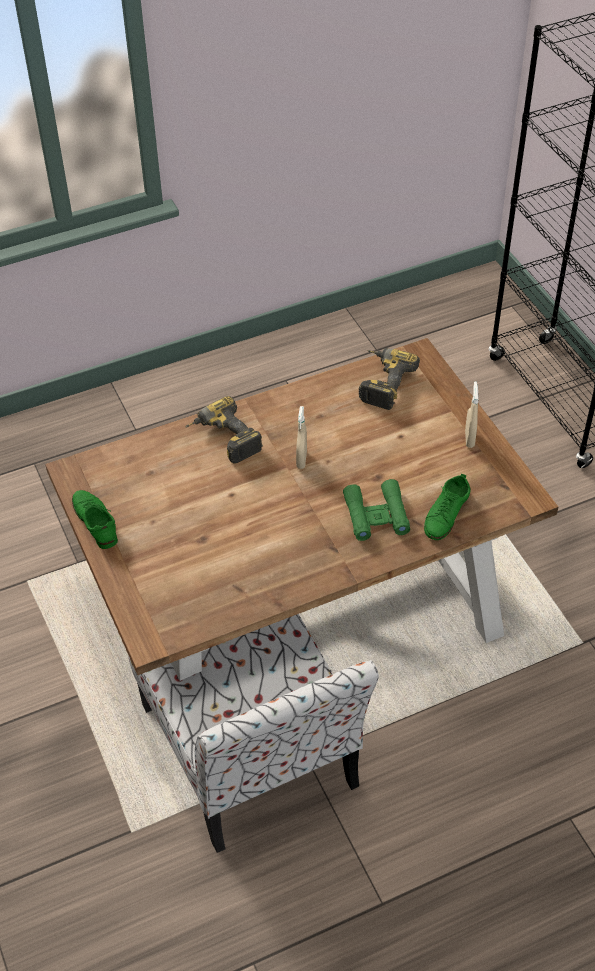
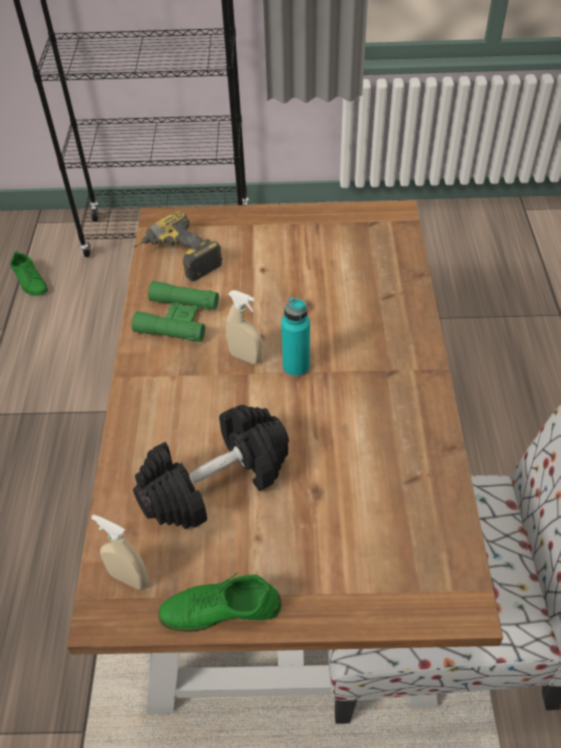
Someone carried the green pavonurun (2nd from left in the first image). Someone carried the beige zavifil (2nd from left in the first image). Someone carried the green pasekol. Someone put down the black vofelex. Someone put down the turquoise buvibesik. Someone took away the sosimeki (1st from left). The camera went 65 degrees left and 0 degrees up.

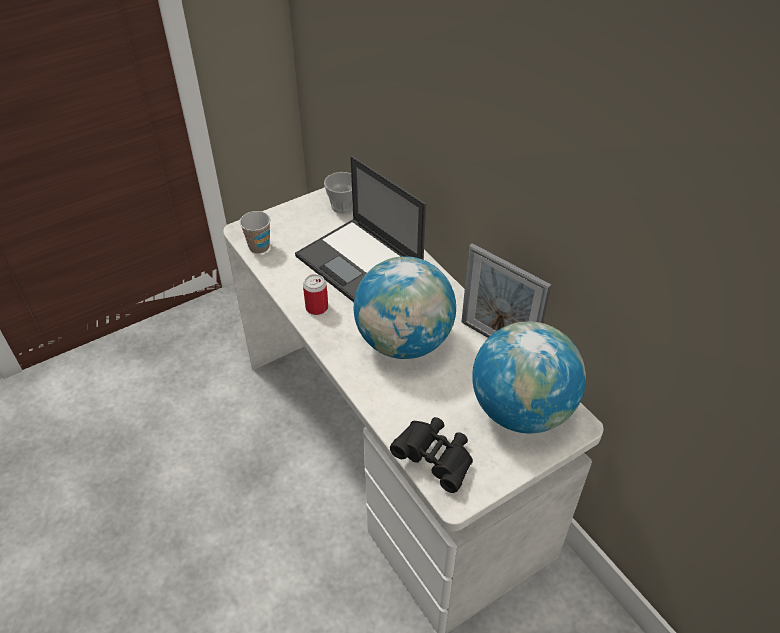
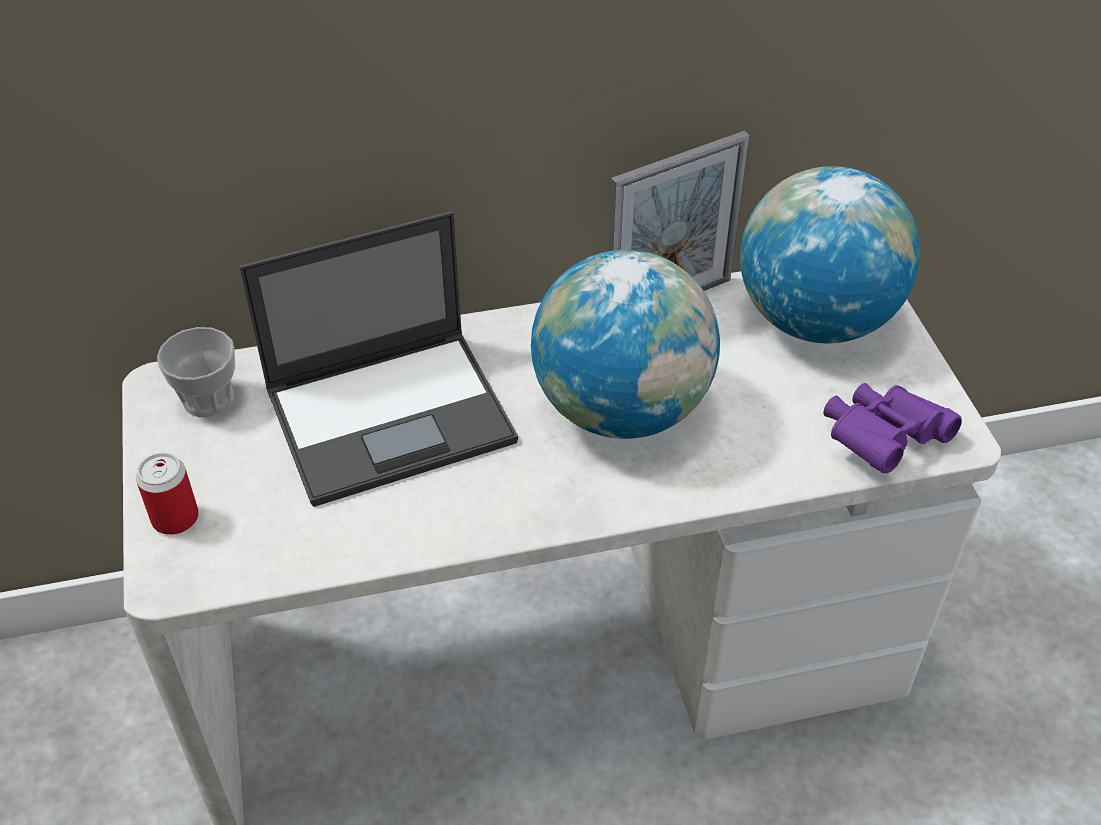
Someone carried the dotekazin. Someone repainted the black pasekol, which became the purple pasekol. Someone took away the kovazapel (1st from left). The camera went 70 degrees left and 0 degrees up.

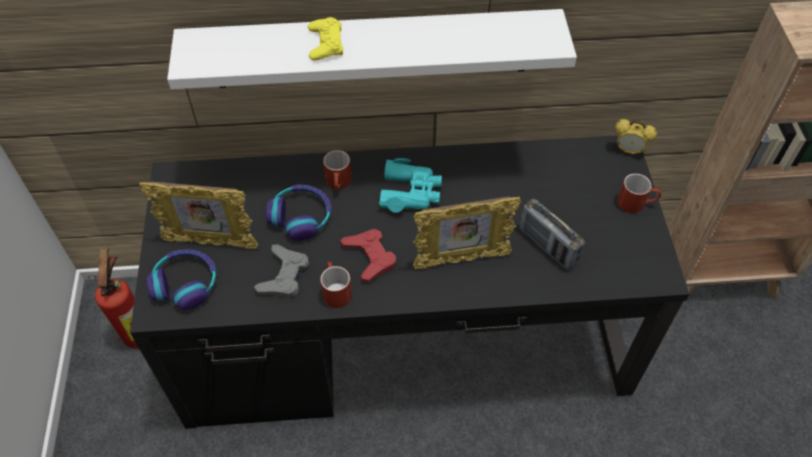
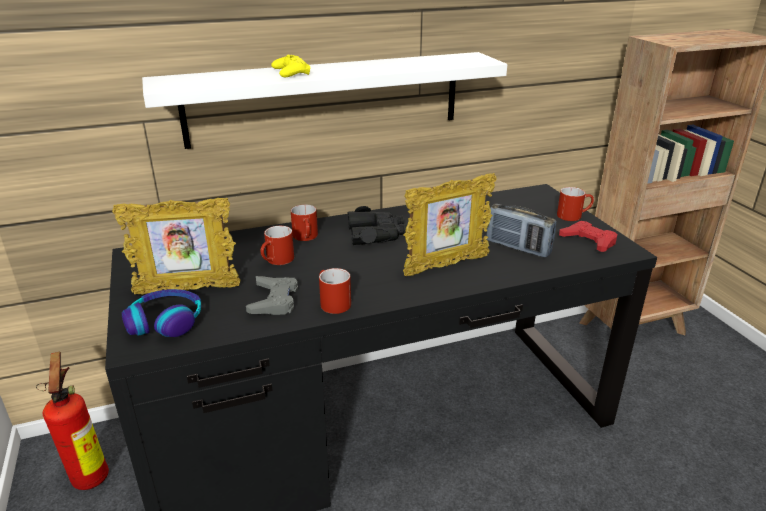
Someone swapped the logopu (2nd from left) for the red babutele (1st from left). Someone repainted the turquoise pasekol, which became the black pasekol. Someone carried the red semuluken. Someone took away the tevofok. The camera went 15 degrees left and 25 degrees down.

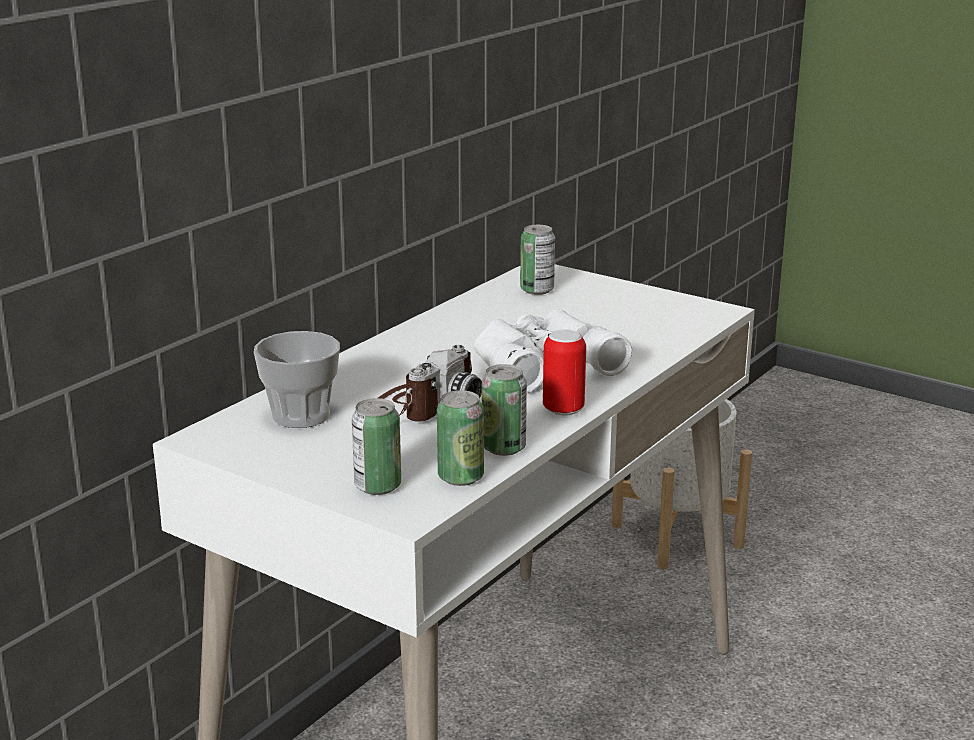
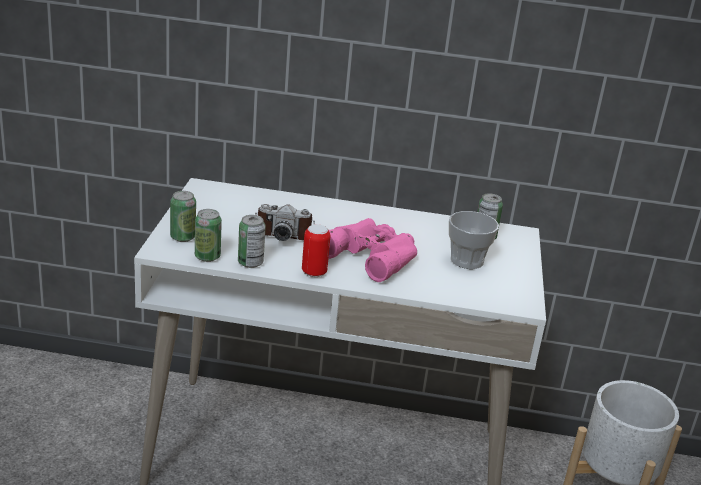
Someone repainted the white pasekol, which became the pink pasekol. Someone carried the kovazapel. The camera went 60 degrees right and 5 degrees up.

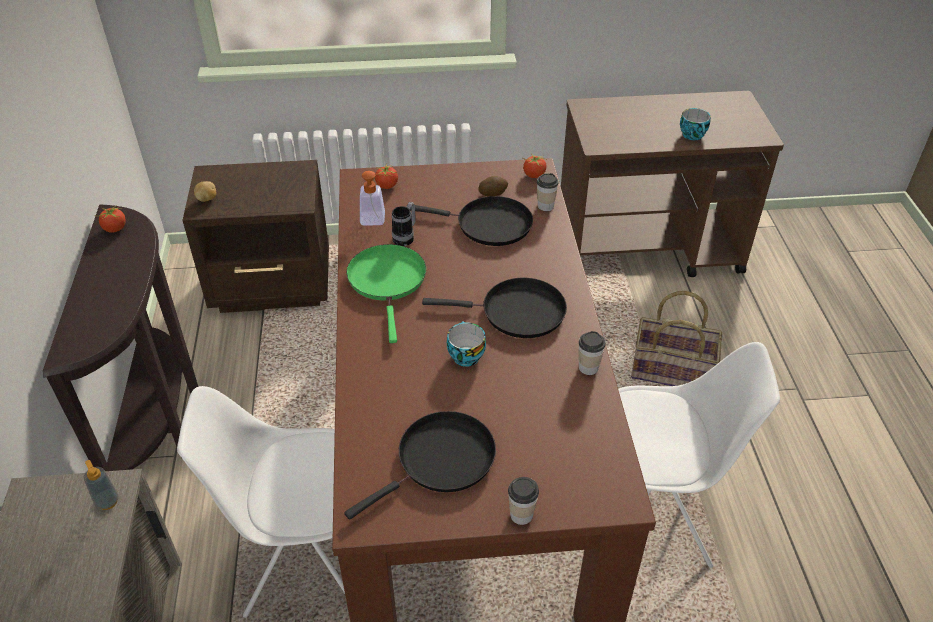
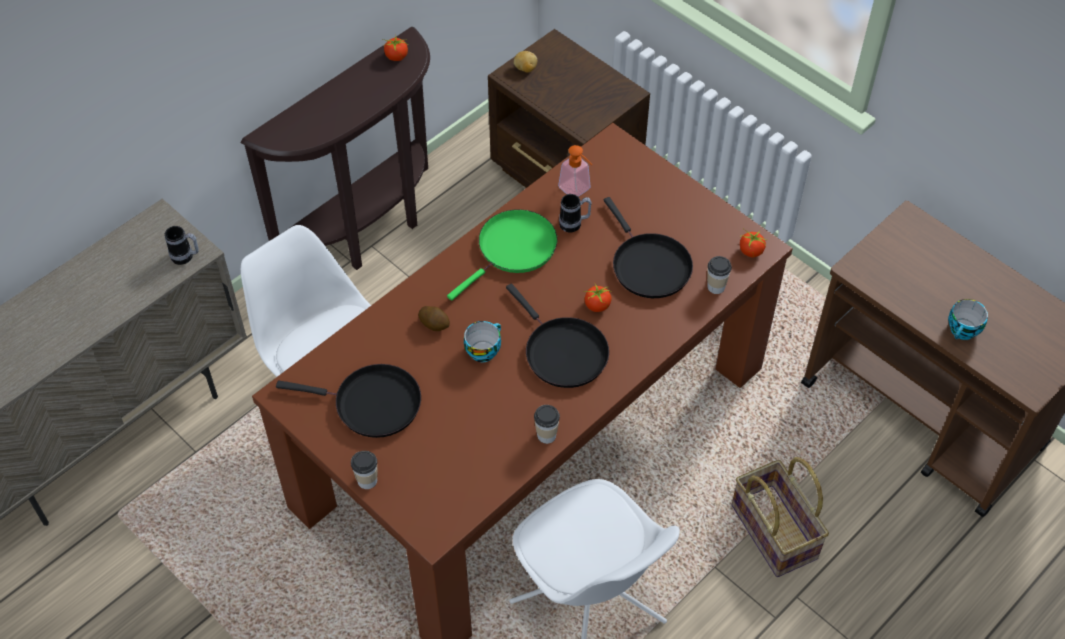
Someone swapped the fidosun (1st from left) for the babutele (1st from left). Someone carried the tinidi (2nd from left in the first image). Someone carried the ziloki (2nd from left). The camera went 50 degrees right and 10 degrees up.

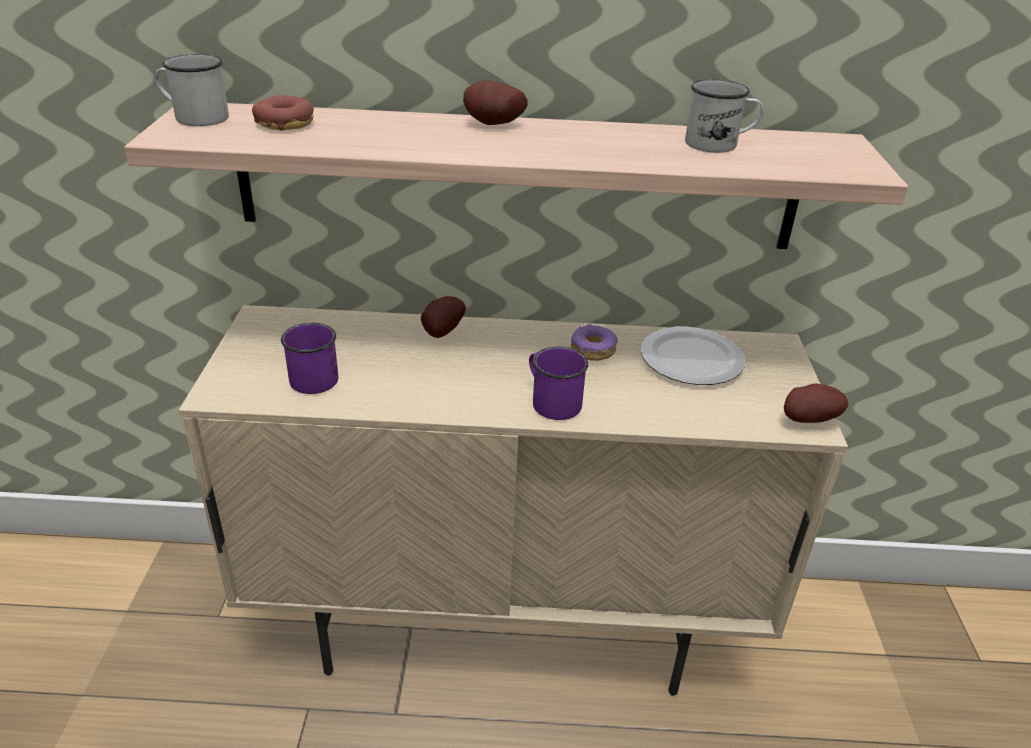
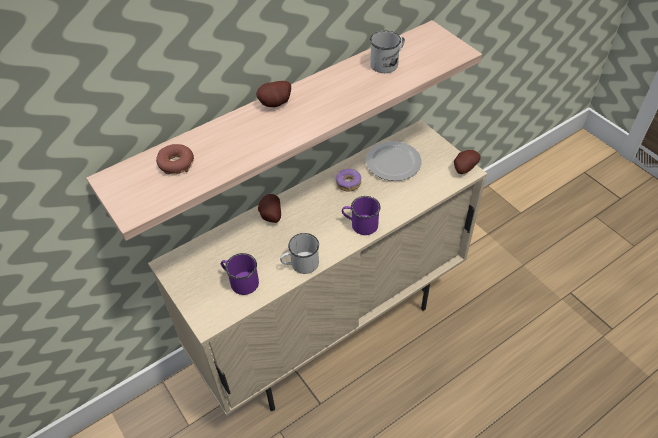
Someone carried the white babutele (1st from left). The camera went 35 degrees left and 15 degrees up.

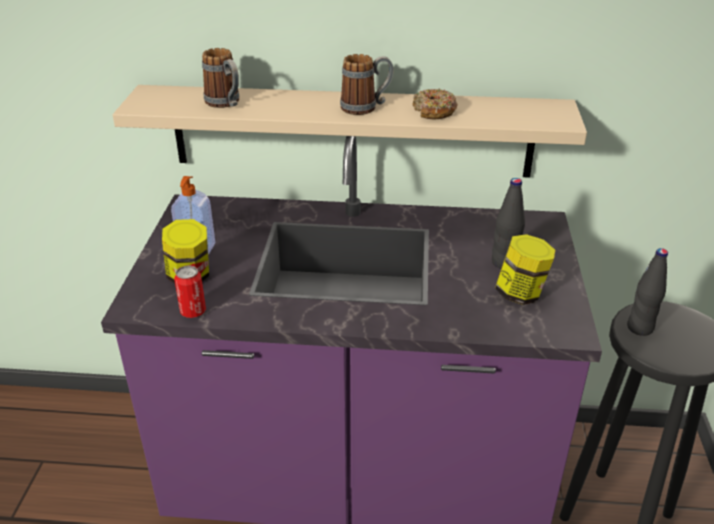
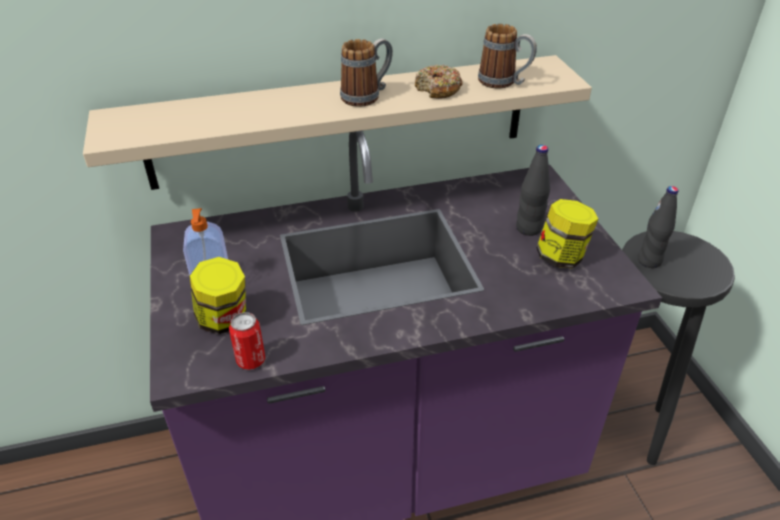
Someone carried the babutele (1st from left in the first image). The camera went 20 degrees left and 5 degrees up.

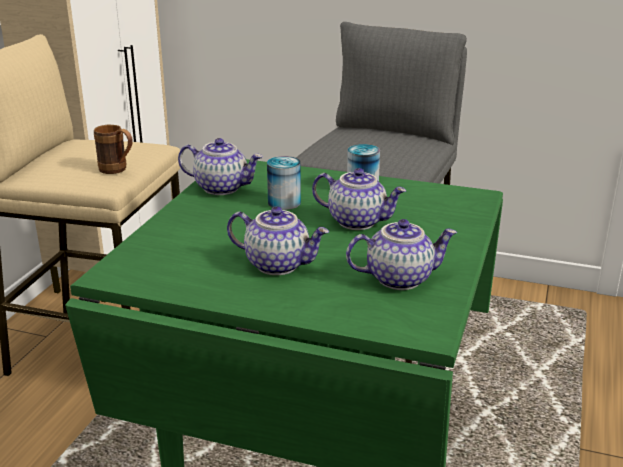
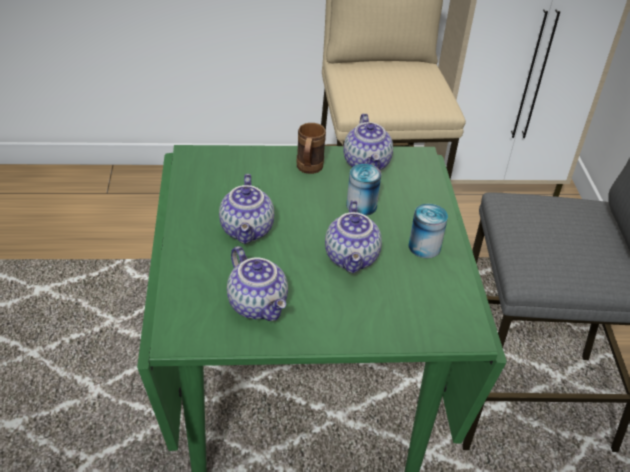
Someone carried the brown babutele. The camera went 65 degrees right and 15 degrees up.

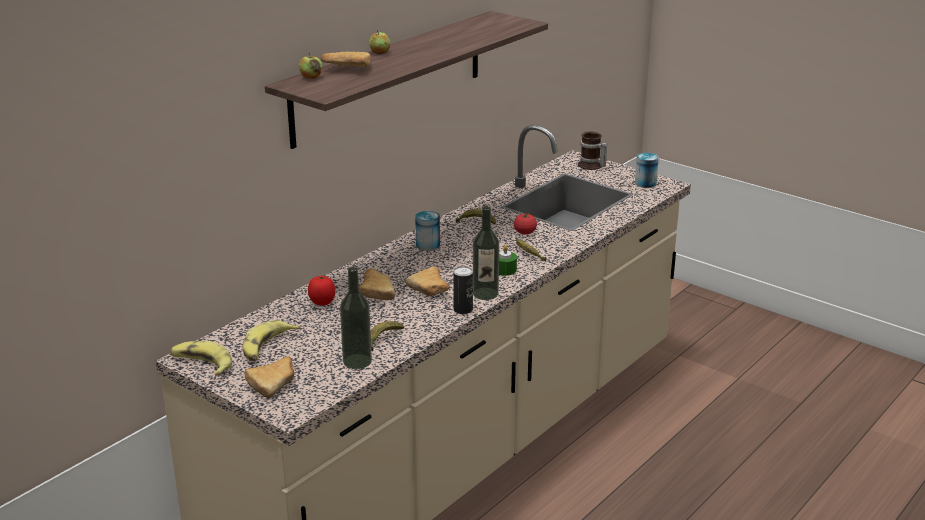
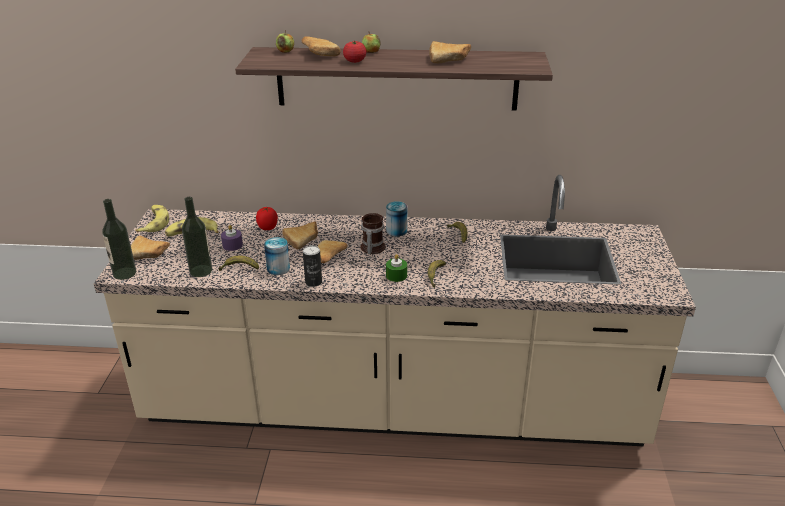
Someone carried the buvibesik (2nd from left in the first image). Someone put down the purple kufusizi. Someone carried the dotekazin (3rd from left in the first image). Someone carried the ziloki (2nd from left). Someone carried the babutele. Someone put down the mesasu (5th from left). The camera went 55 degrees right and 5 degrees up.

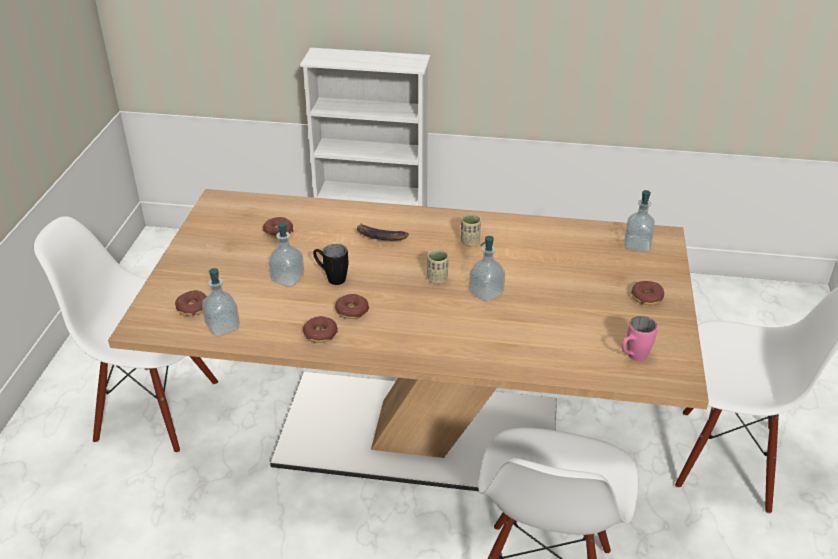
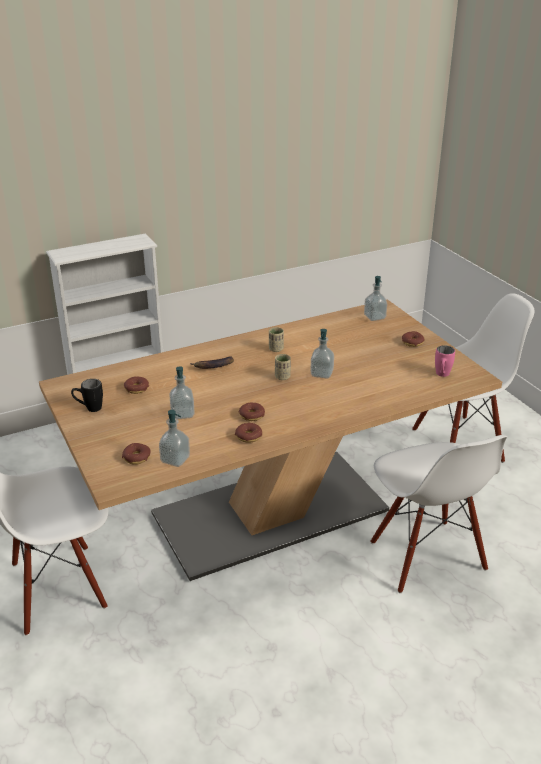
Someone carried the black babutele. The camera went 35 degrees left and 5 degrees down.

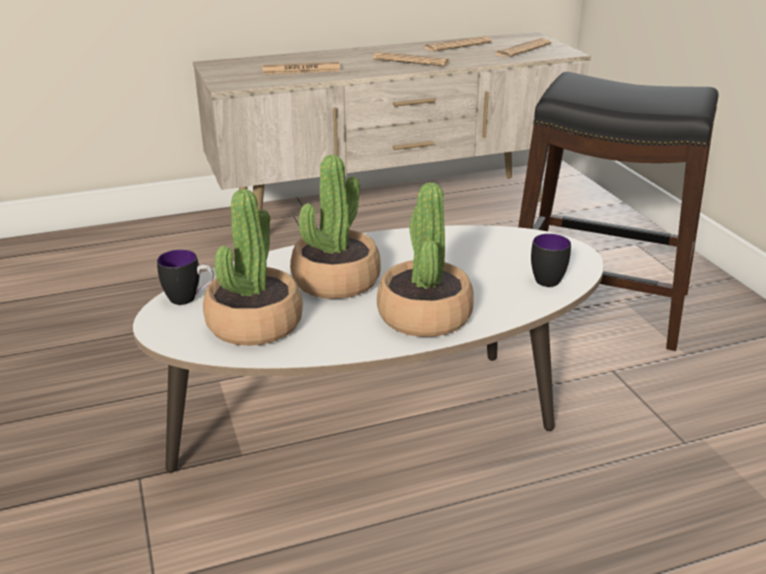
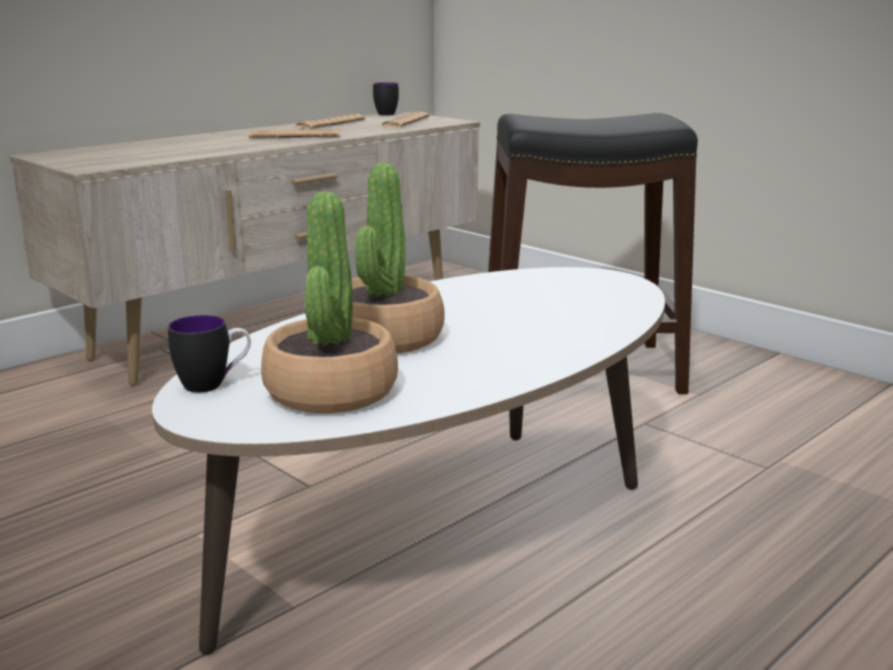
Someone carried the babutele (2nd from left). Someone took away the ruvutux (1st from left). Someone took away the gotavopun (3rd from left). The camera went 25 degrees left and 10 degrees down.

